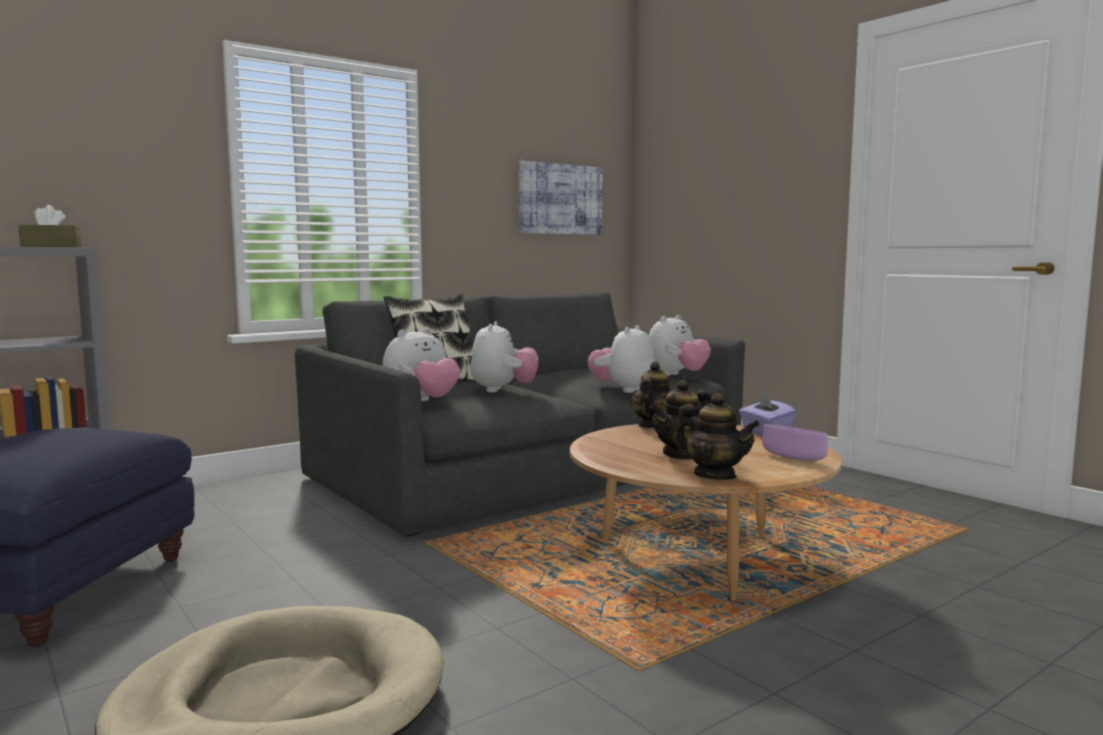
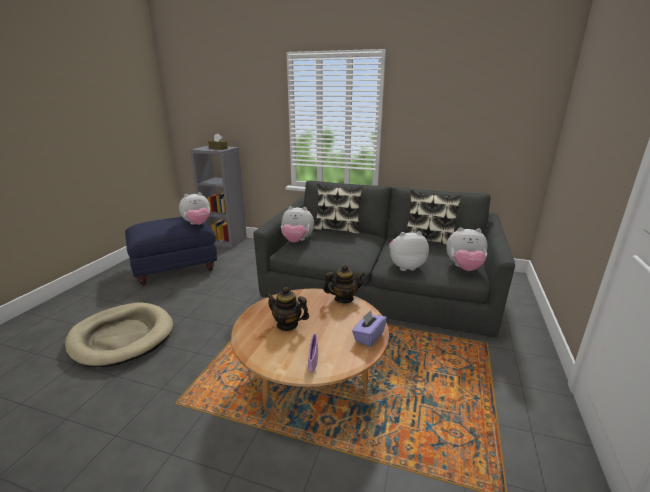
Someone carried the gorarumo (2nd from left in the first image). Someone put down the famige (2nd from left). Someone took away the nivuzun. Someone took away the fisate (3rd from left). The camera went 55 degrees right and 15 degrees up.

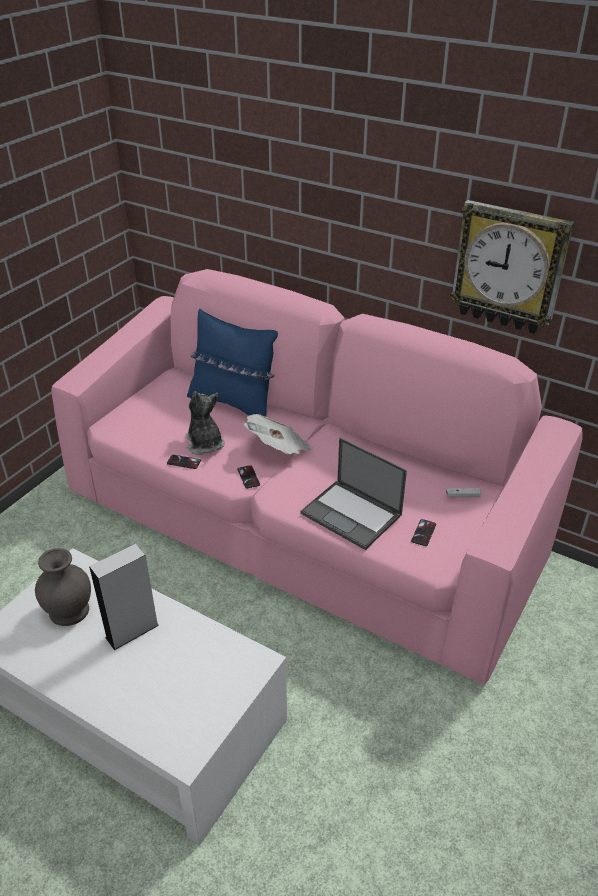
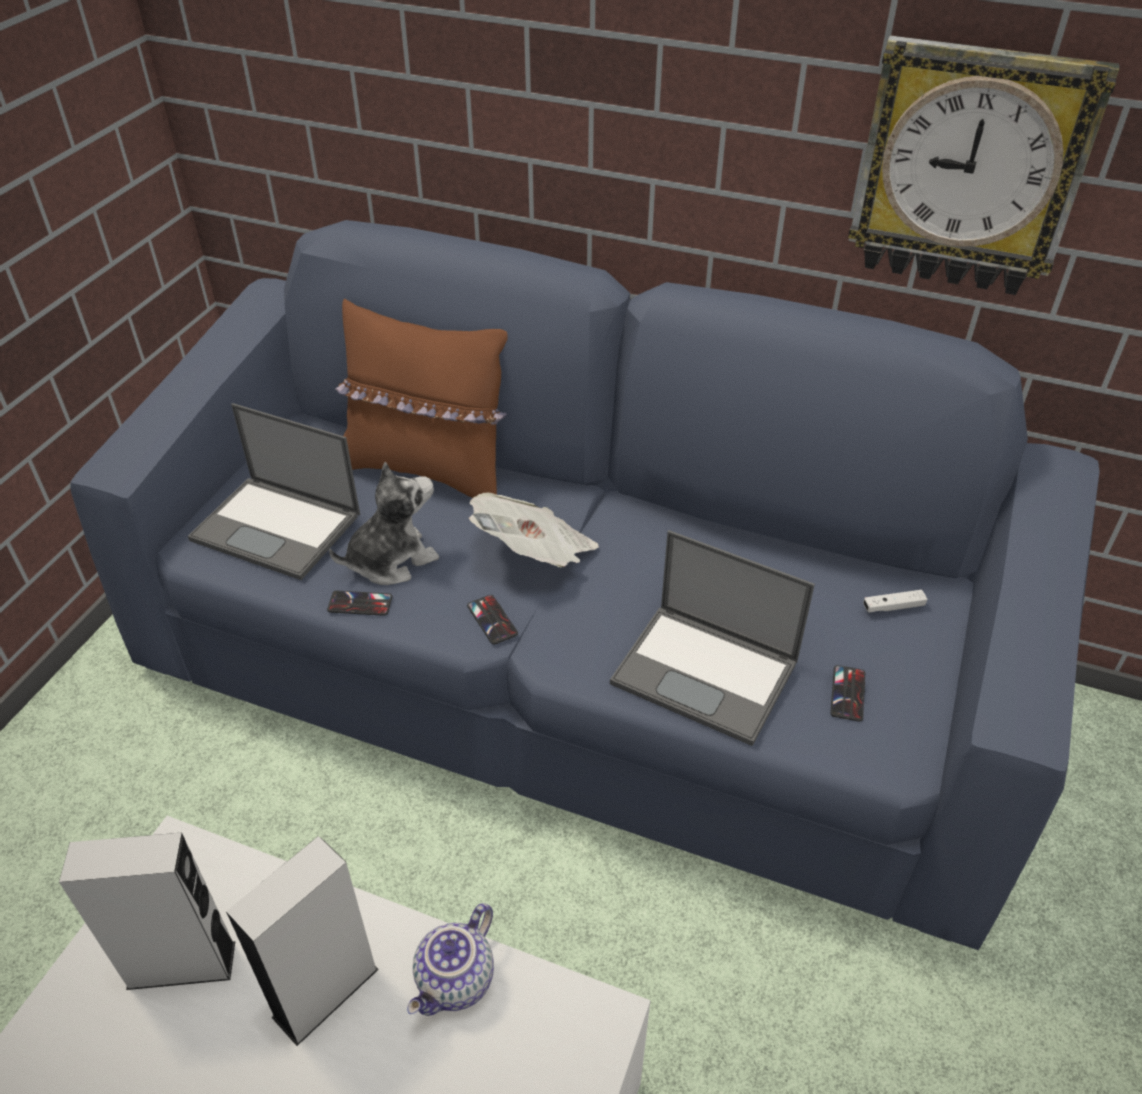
Someone swapped the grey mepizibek for the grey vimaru (1st from left). Someone repainted the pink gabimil, which became the blue gabimil. Someone put down the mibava (1st from left). Someone rotated the gorarumo by 90 degrees clockwise. Someone repainted the blue famige, which became the brown famige. Someone put down the fisate. The camera went 10 degrees left and 5 degrees up.

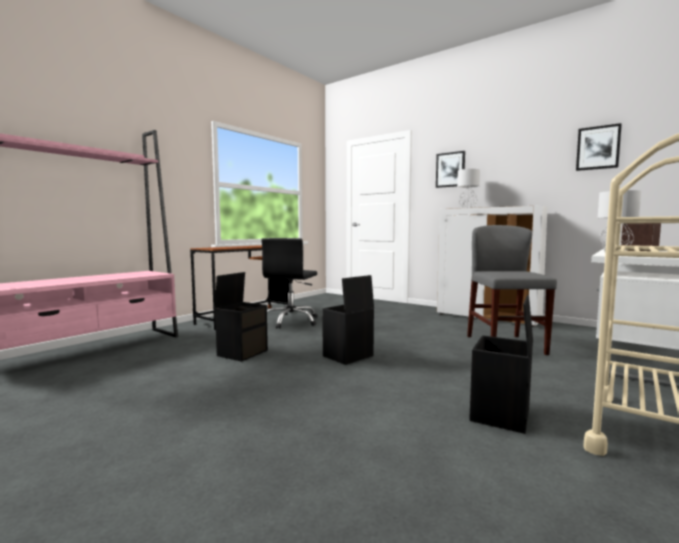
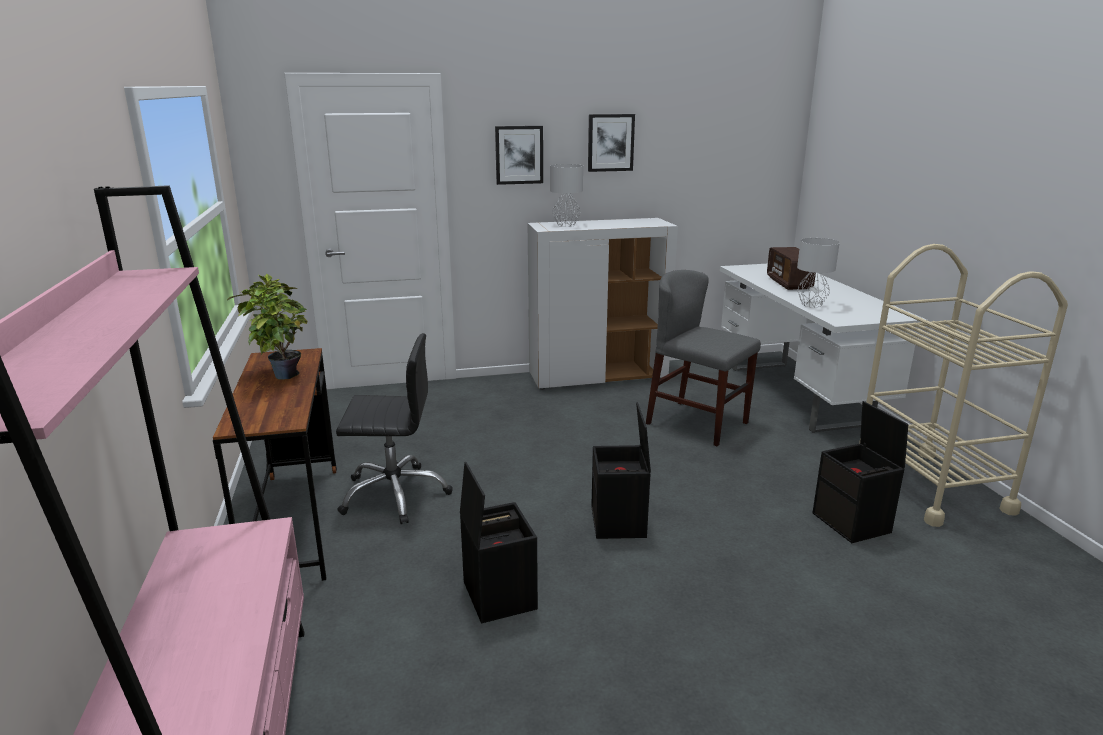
Someone put down the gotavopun. Someone rotated the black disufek by 60 degrees counterclockwise. Someone carried the nivuzun (2nd from left). The camera went 50 degrees left and 15 degrees up.

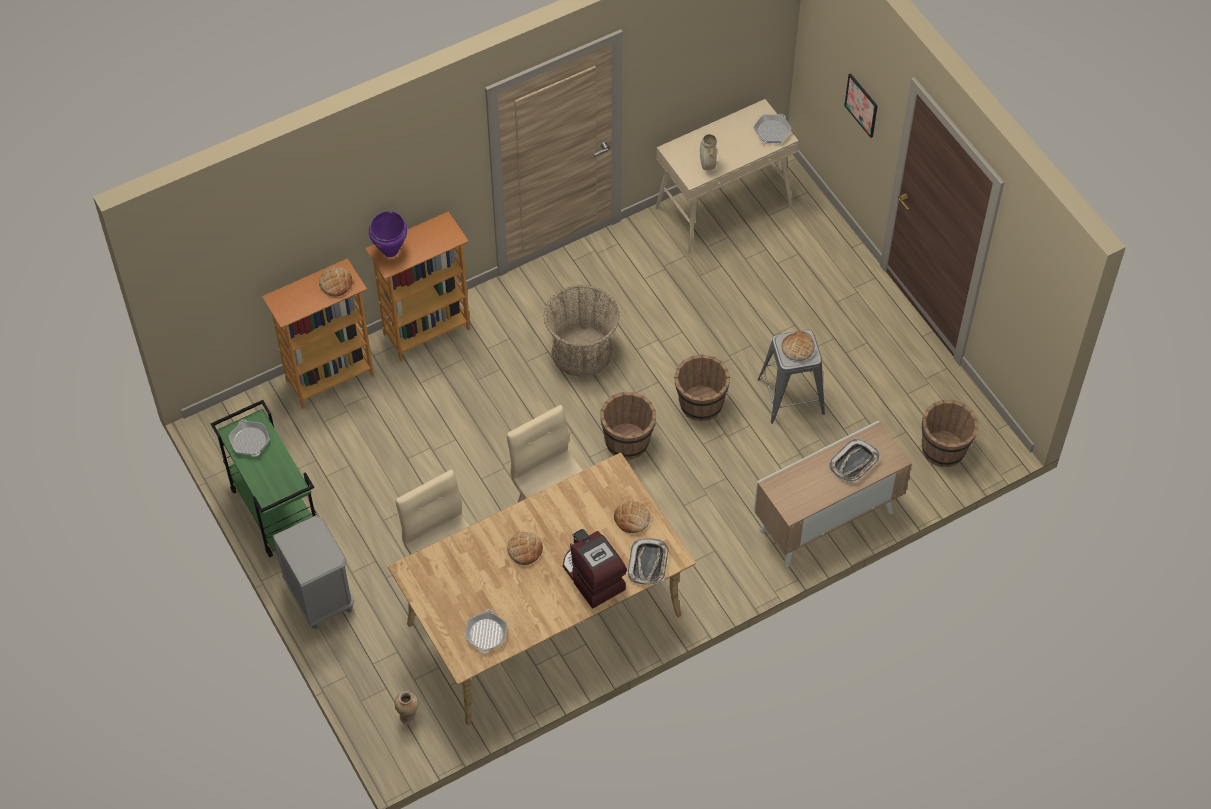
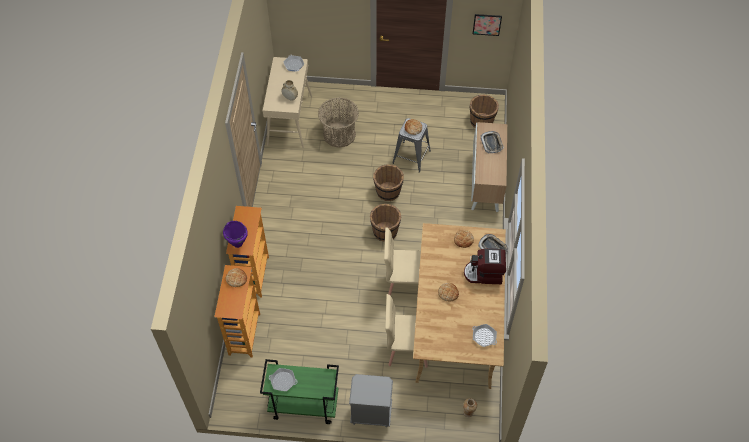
Someone carried the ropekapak. Someone carried the nivuzun. The camera went 55 degrees left and 0 degrees up.

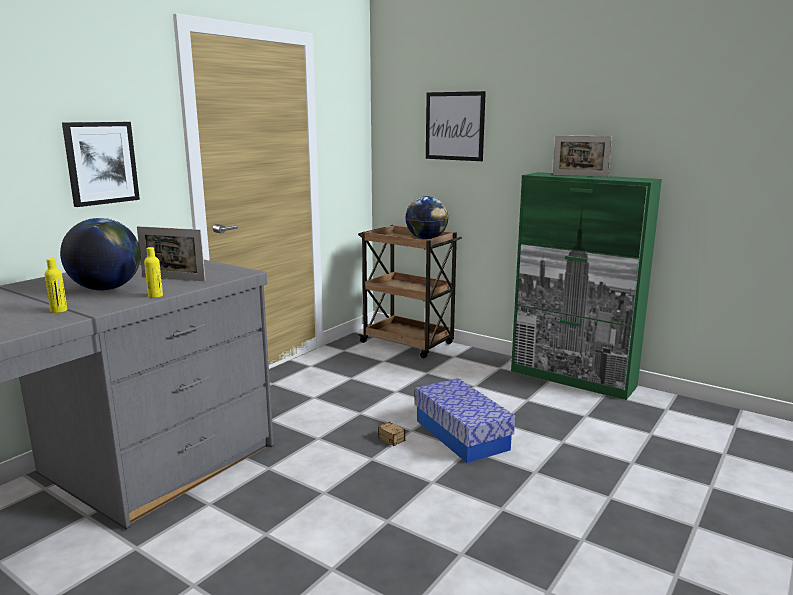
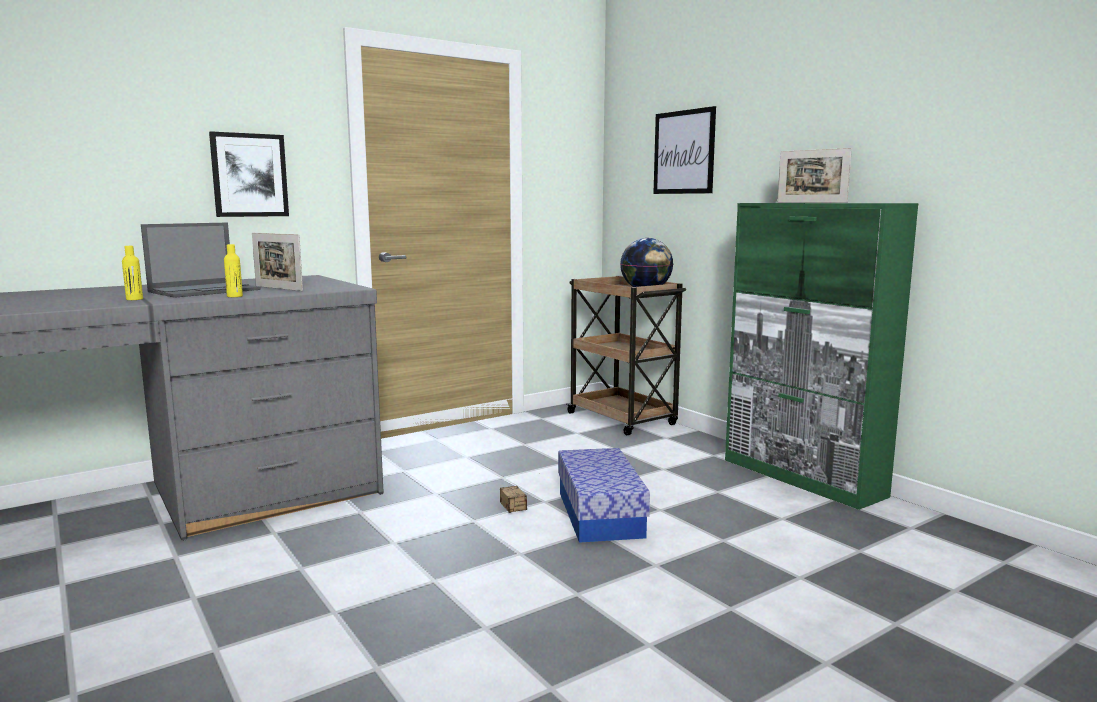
Someone swapped the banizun (1st from left) for the mibava. The camera went 20 degrees right and 5 degrees down.

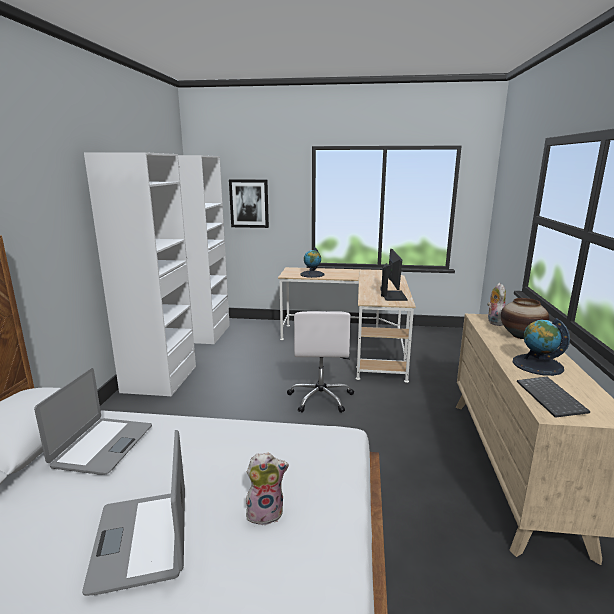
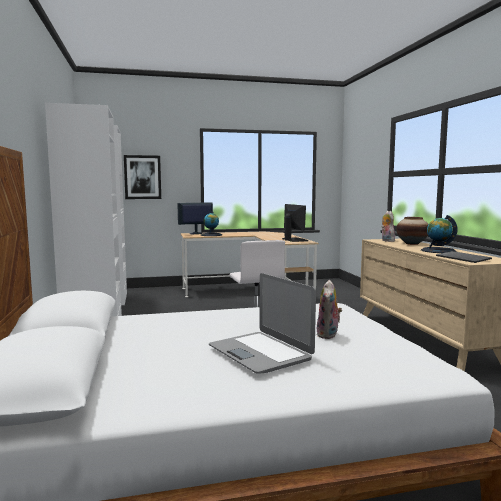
Someone put down the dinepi (1st from left). Someone rotated the gorarumo (1st from left) by 135 degrees clockwise. Someone took away the mibava (1st from left). The camera went 20 degrees left and 10 degrees down.

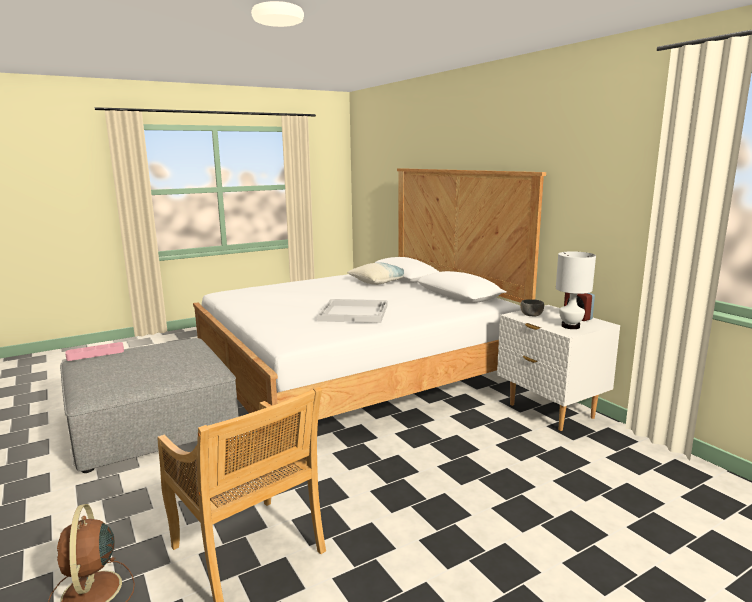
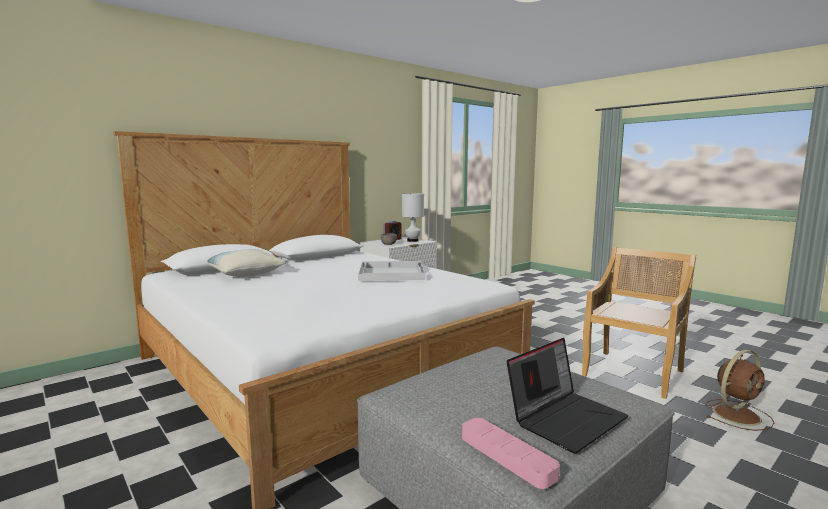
Someone put down the mibava. The camera went 100 degrees left and 5 degrees down.

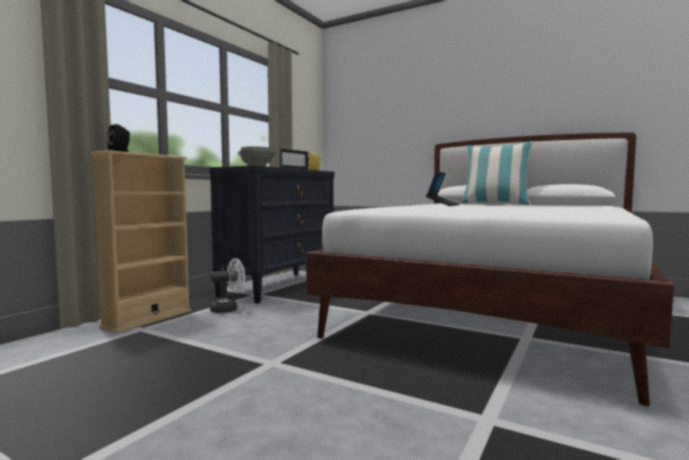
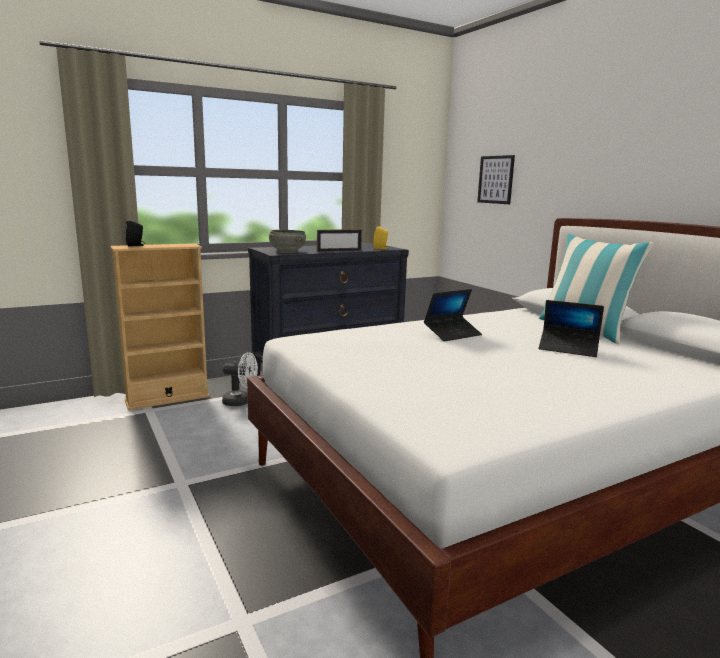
Someone put up the nivuzun. Someone put down the mibava (2nd from left). The camera went 30 degrees right and 10 degrees up.

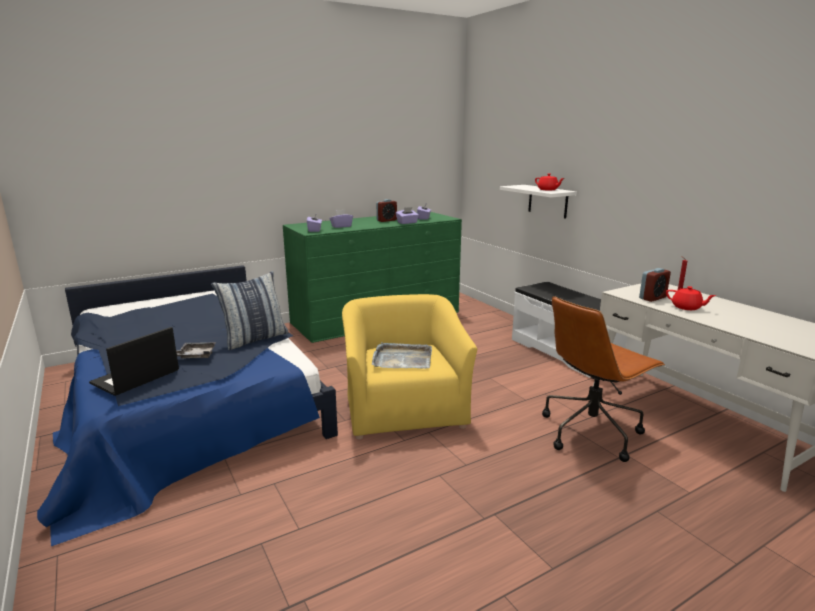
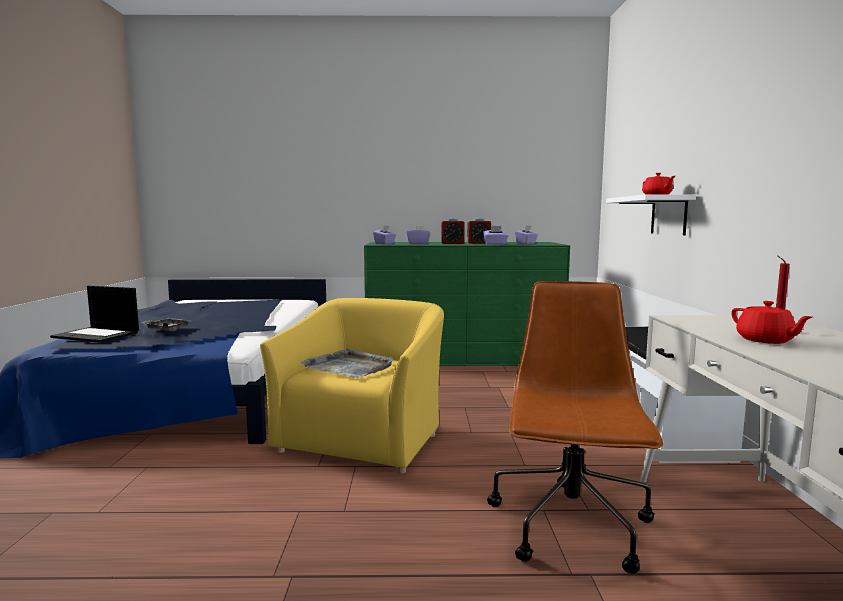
Someone rotated the mibava by 135 degrees counterclockwise. Someone carried the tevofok (2nd from left in the first image). Someone rotated the brown disufek by 105 degrees clockwise. Someone took away the famige. The camera went 30 degrees right and 10 degrees down.

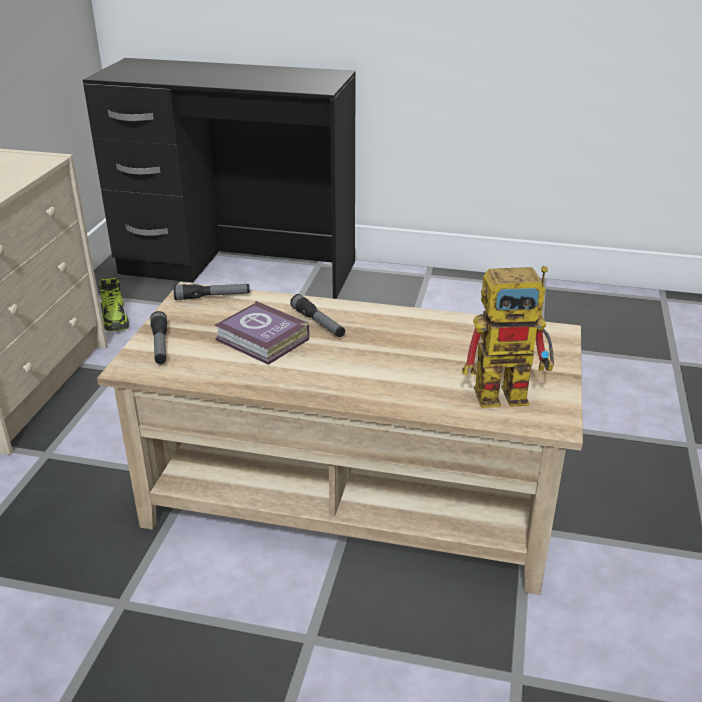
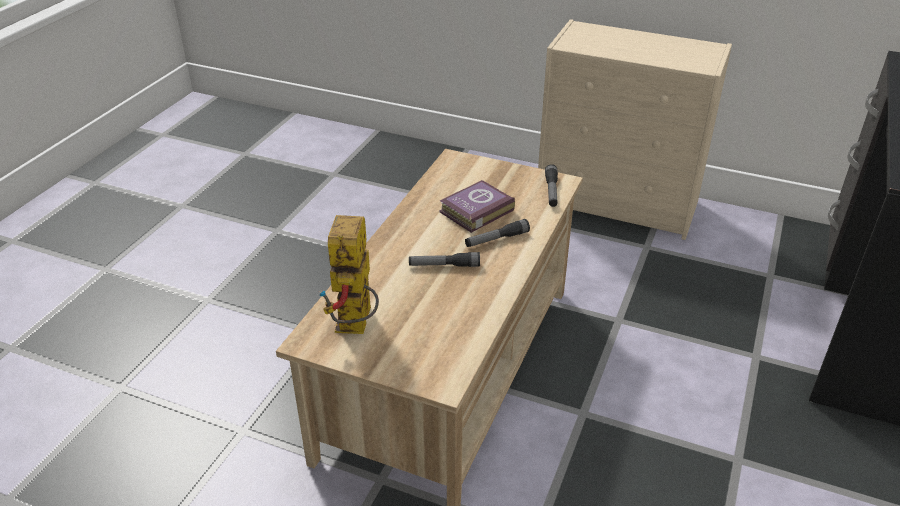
Someone carried the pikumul (1st from left). Someone took away the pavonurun. The camera went 100 degrees right and 5 degrees up.

